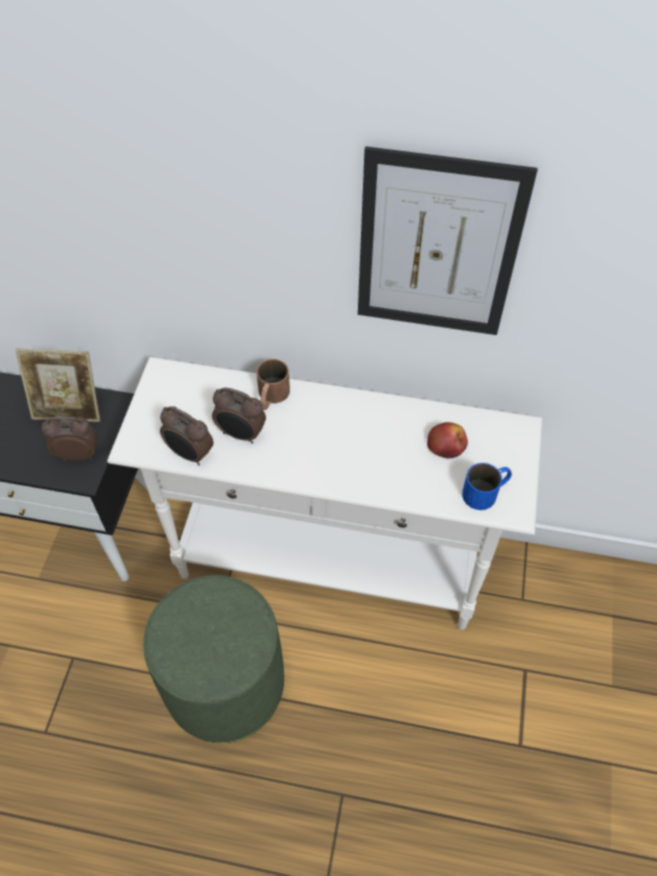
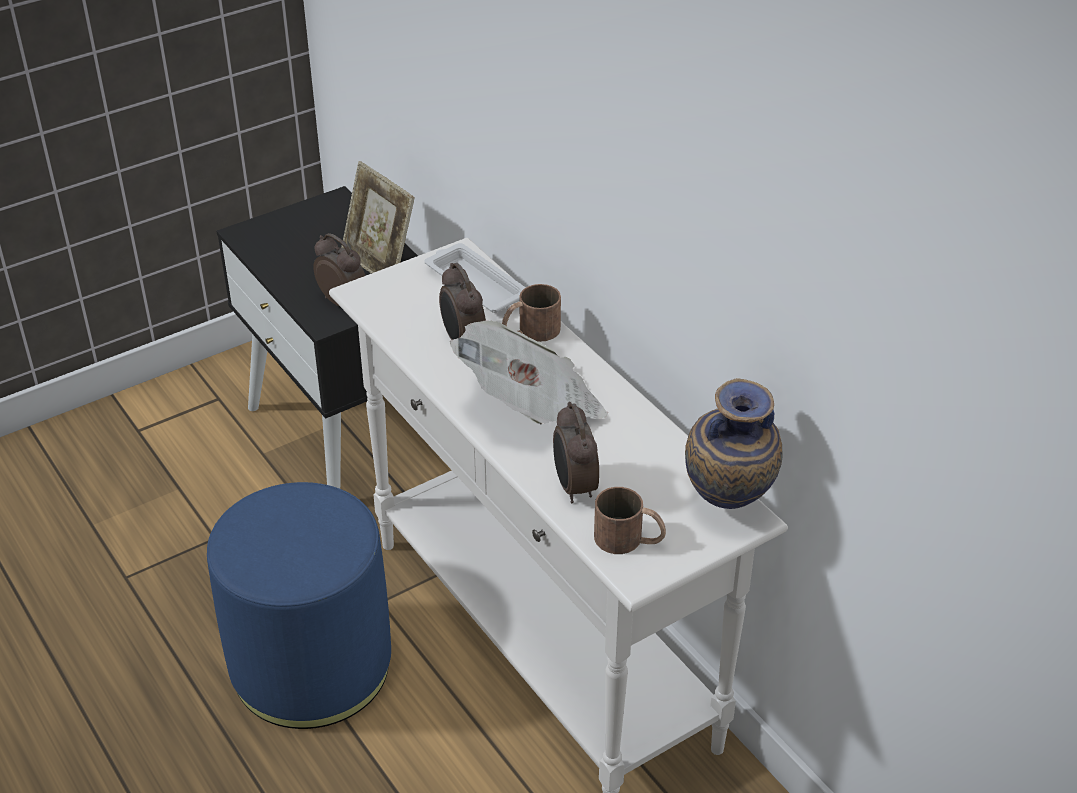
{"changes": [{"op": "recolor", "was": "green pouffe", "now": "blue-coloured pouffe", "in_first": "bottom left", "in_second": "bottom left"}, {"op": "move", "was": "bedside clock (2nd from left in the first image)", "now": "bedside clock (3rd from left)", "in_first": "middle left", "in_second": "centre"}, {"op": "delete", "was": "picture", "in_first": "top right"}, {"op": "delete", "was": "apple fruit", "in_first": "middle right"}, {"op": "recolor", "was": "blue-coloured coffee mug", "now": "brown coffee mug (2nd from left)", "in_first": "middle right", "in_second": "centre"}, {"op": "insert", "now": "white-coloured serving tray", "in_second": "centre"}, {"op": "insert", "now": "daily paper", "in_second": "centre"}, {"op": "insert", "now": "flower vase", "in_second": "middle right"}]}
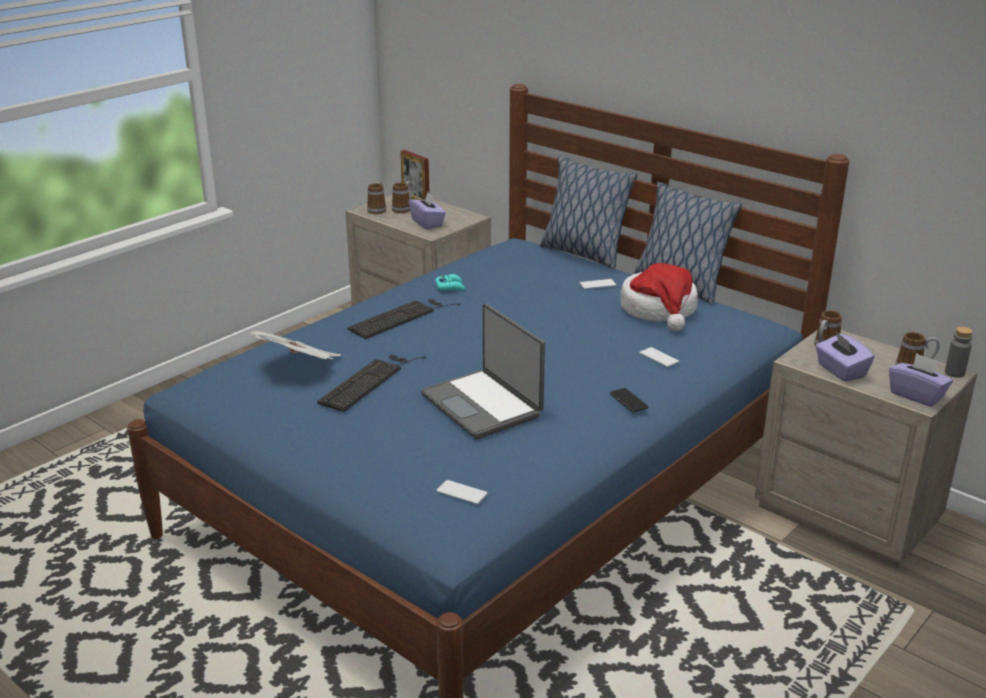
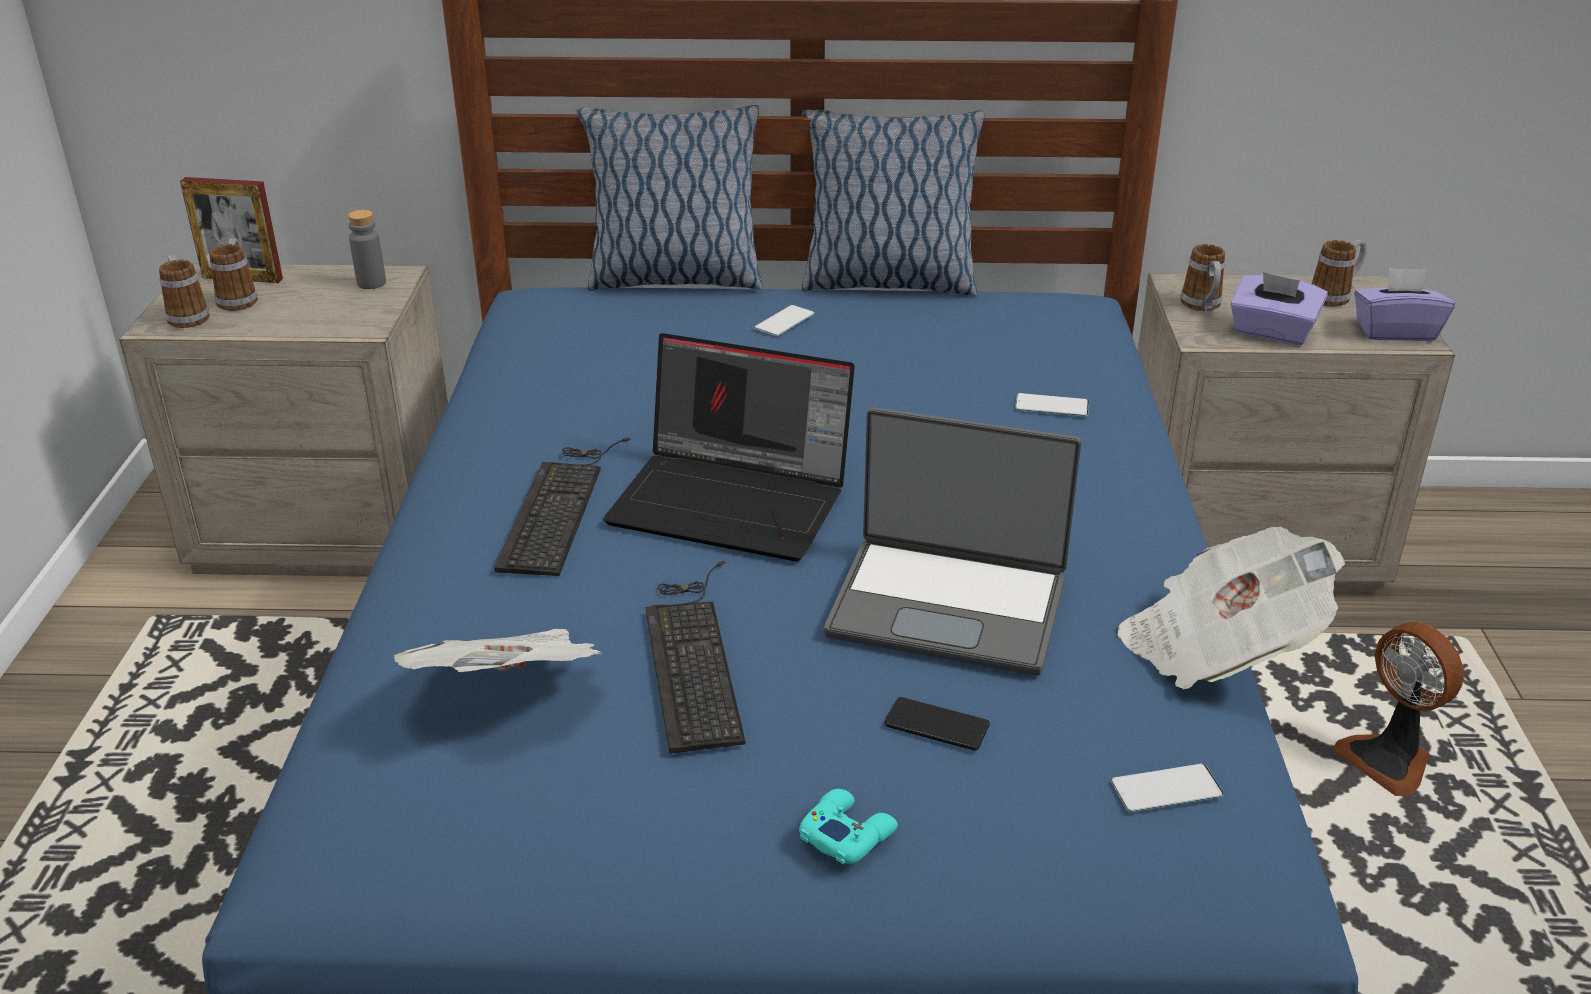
{"changes": [{"op": "delete", "was": "purple-coloured box of tissues (1st from left)", "in_first": "top centre"}, {"op": "move", "was": "turquoise joypad", "in_first": "centre", "in_second": "bottom centre"}, {"op": "move", "was": "handset (3rd from left in the first image)", "now": "handset (2nd from left)", "in_first": "centre", "in_second": "bottom centre"}, {"op": "delete", "was": "wearable hat", "in_first": "middle right"}, {"op": "move", "was": "gray bottle", "in_first": "middle right", "in_second": "top left"}, {"op": "insert", "now": "laptop (1st from left)", "in_second": "centre"}, {"op": "insert", "now": "daily paper (2nd from left)", "in_second": "middle right"}, {"op": "insert", "now": "fan", "in_second": "bottom right"}]}
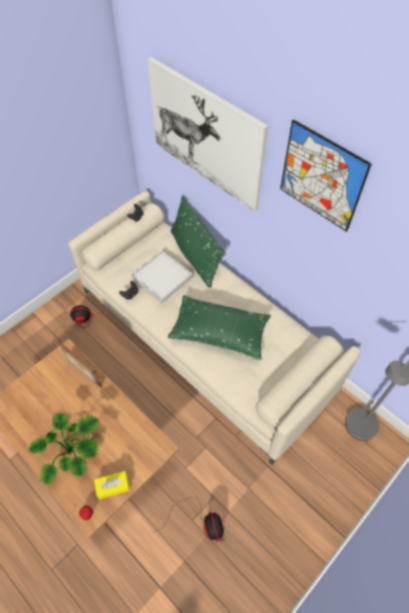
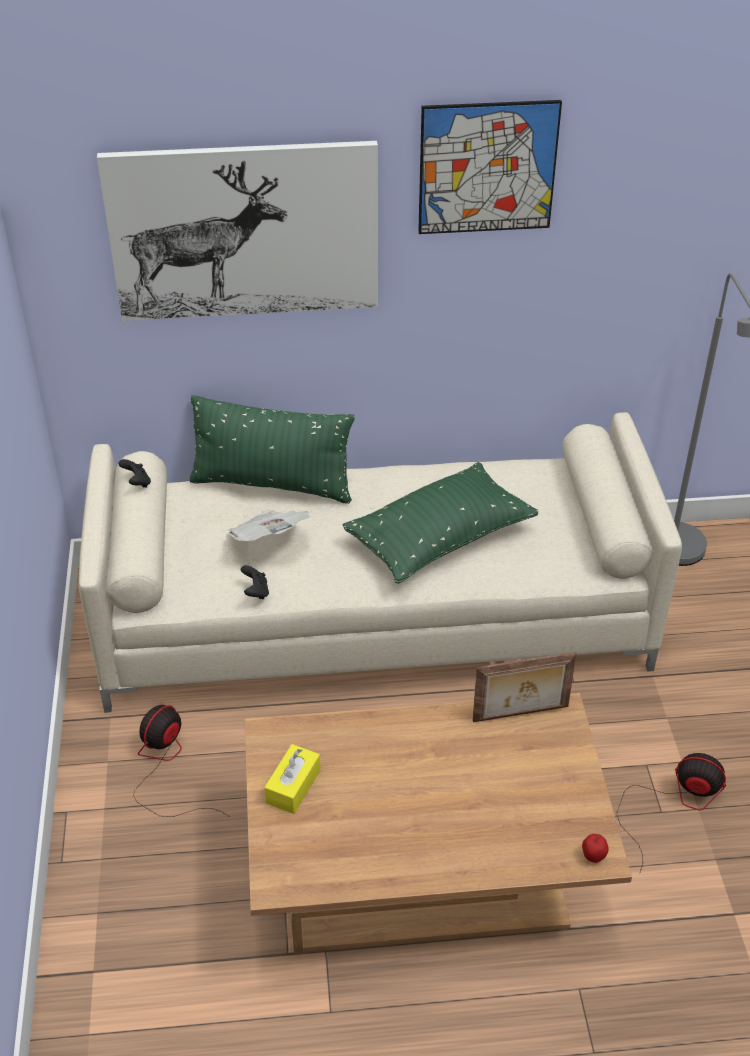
{"changes": [{"op": "delete", "was": "potted plant", "in_first": "bottom left"}, {"op": "move", "was": "standing frame", "in_first": "middle left", "in_second": "middle right"}, {"op": "move", "was": "yellowish box of tissues", "in_first": "bottom left", "in_second": "bottom centre"}, {"op": "replace", "was": "white-coloured serving tray", "now": "daily paper", "in_first": "centre", "in_second": "centre"}]}
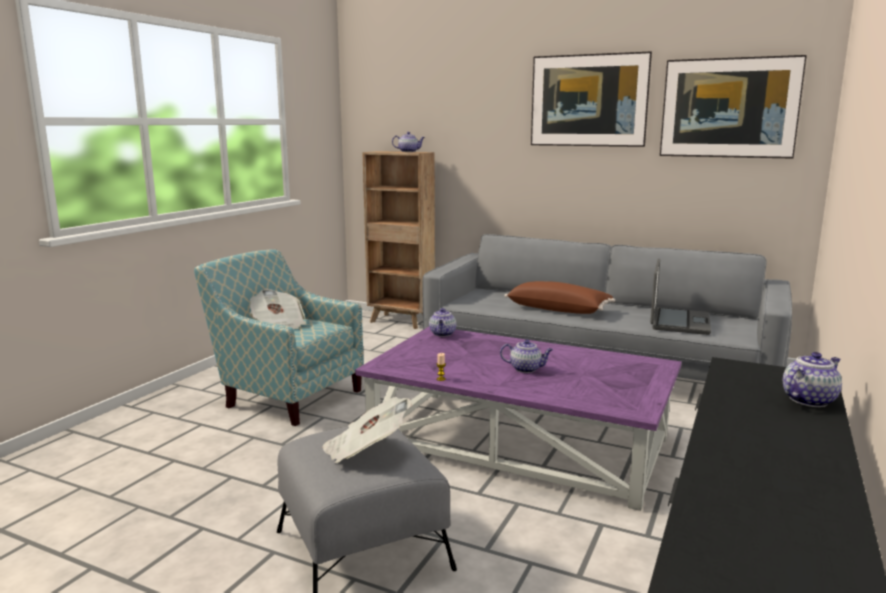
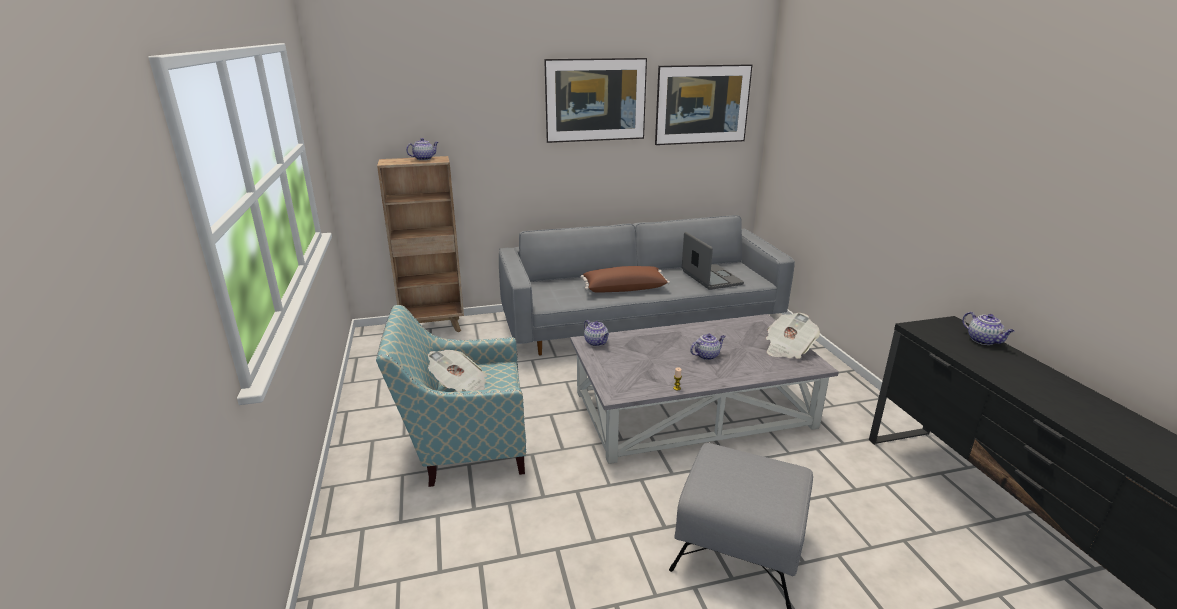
{"changes": [{"op": "move", "was": "daily paper (2nd from left)", "in_first": "bottom centre", "in_second": "middle right"}, {"op": "recolor", "was": "purple-coloured low table", "now": "gray low table", "in_first": "bottom centre", "in_second": "centre"}, {"op": "rotate", "was": "teapot (4th from left)", "in_first": "middle right", "in_second": "middle right", "clockwise": 135}]}
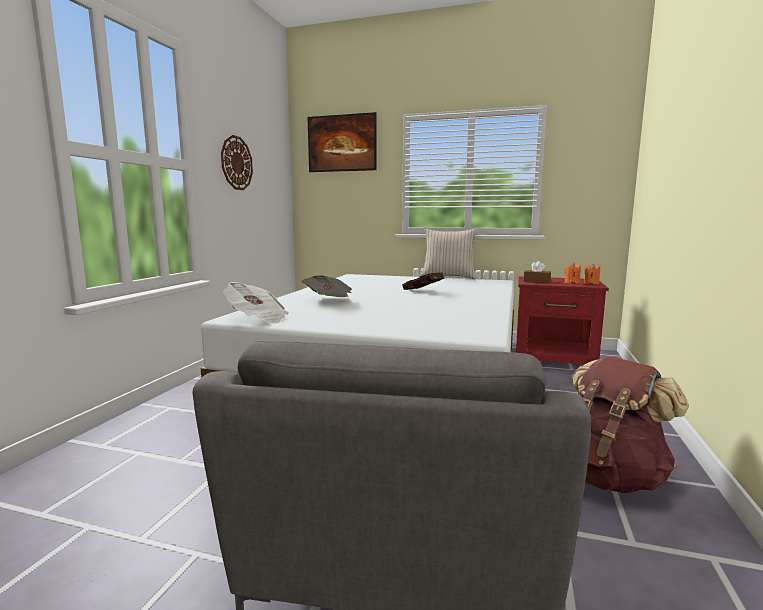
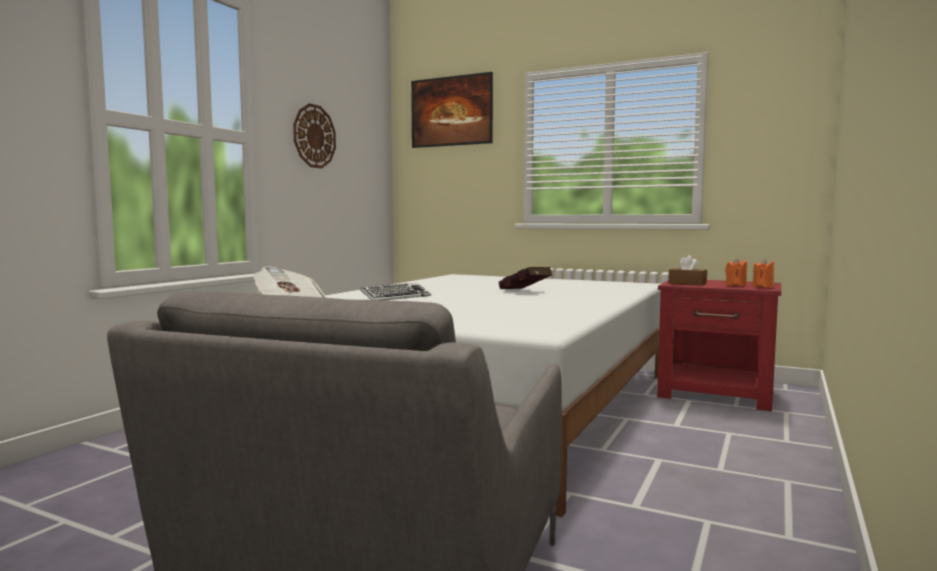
{"changes": [{"op": "replace", "was": "daily paper (2nd from left)", "now": "keyboard", "in_first": "centre", "in_second": "centre"}, {"op": "delete", "was": "sand-coloured pillow", "in_first": "centre"}, {"op": "delete", "was": "brown rucksack", "in_first": "bottom right"}]}
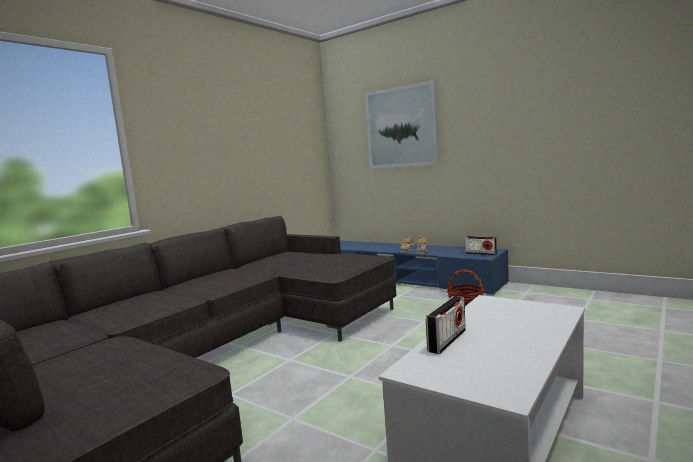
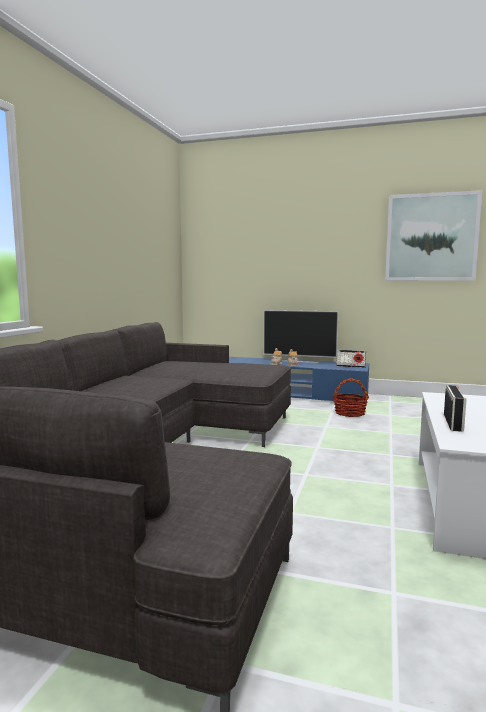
{"changes": [{"op": "move", "was": "picture", "in_first": "top centre", "in_second": "top right"}, {"op": "insert", "now": "television", "in_second": "centre"}]}
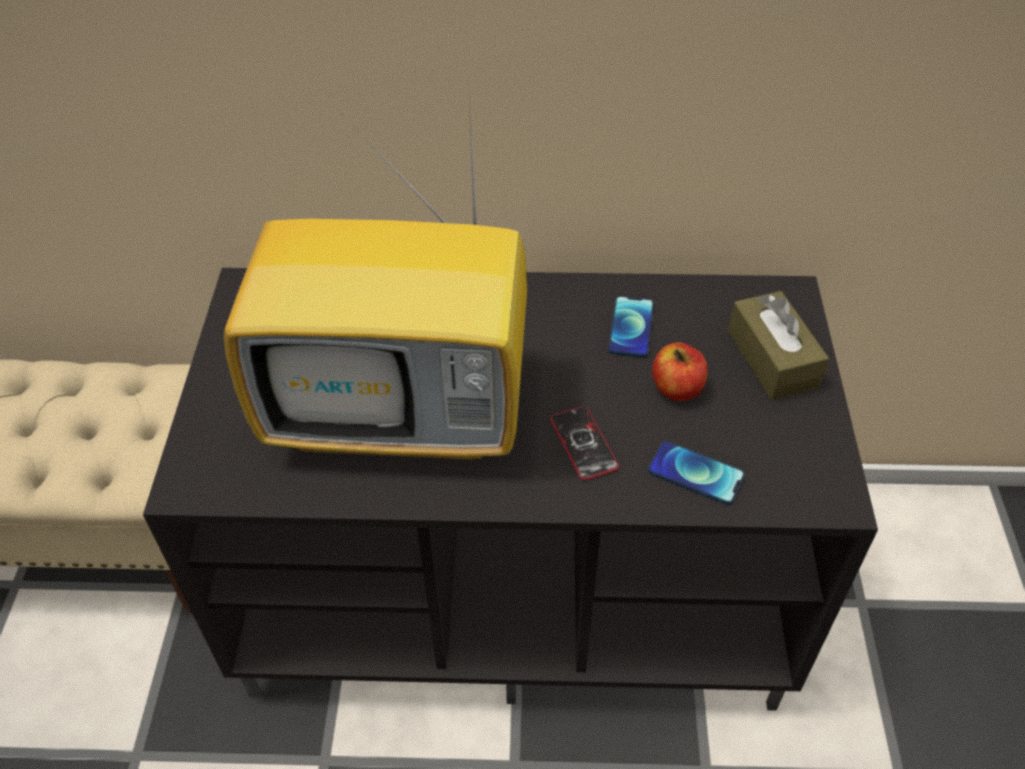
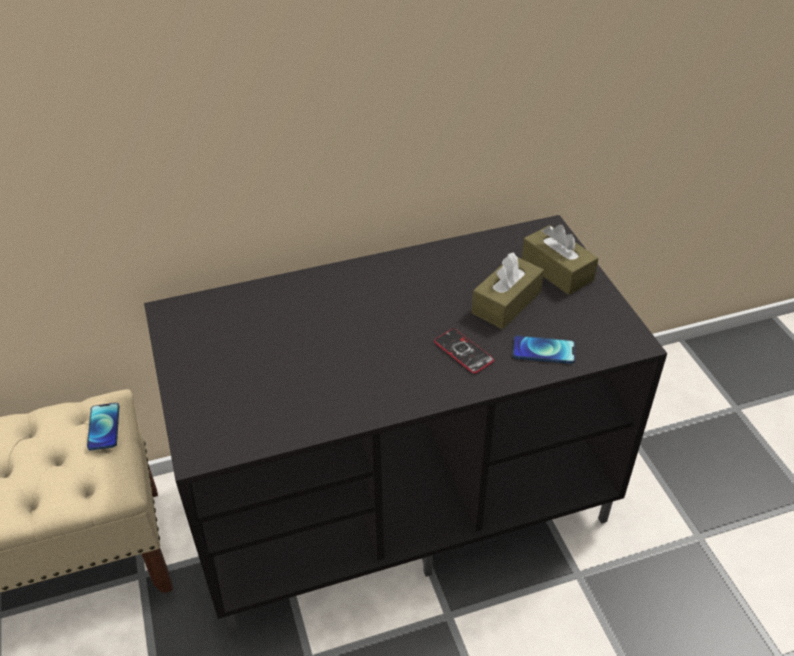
{"changes": [{"op": "delete", "was": "television", "in_first": "centre"}, {"op": "move", "was": "handset (2nd from left in the first image)", "now": "handset (1st from left)", "in_first": "centre", "in_second": "middle left"}, {"op": "replace", "was": "apple fruit", "now": "brown box of tissues (1st from left)", "in_first": "centre", "in_second": "centre"}]}
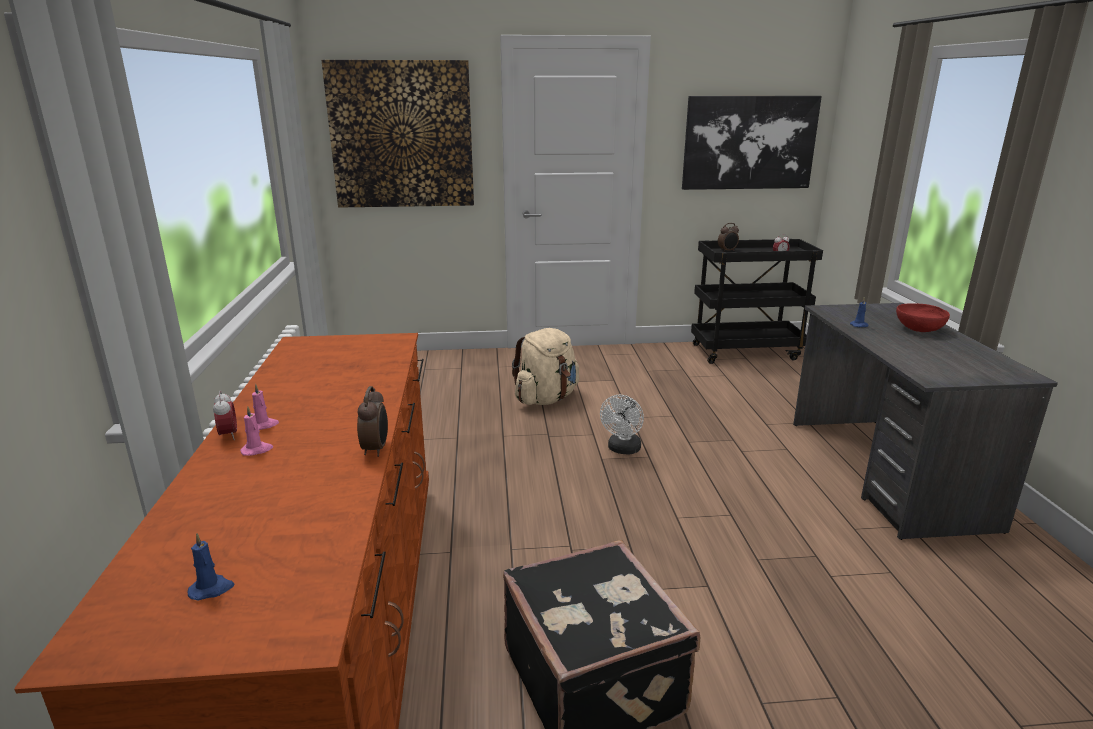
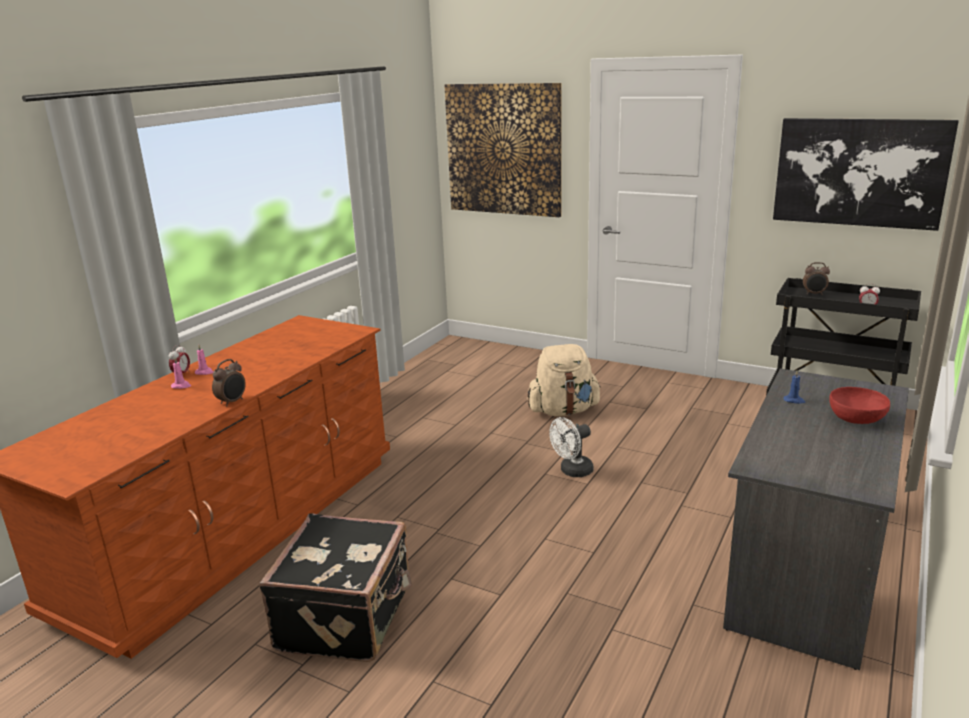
{"changes": [{"op": "delete", "was": "blue-coloured wax light (1st from left)", "in_first": "bottom left"}]}
